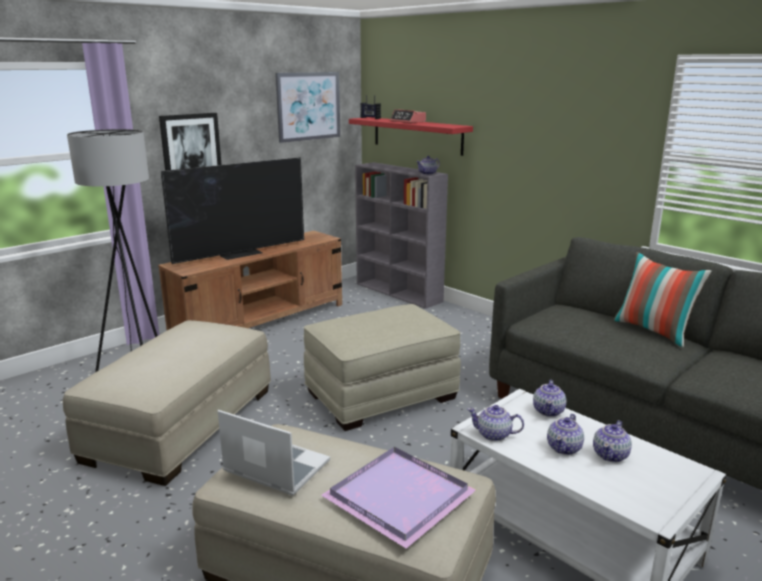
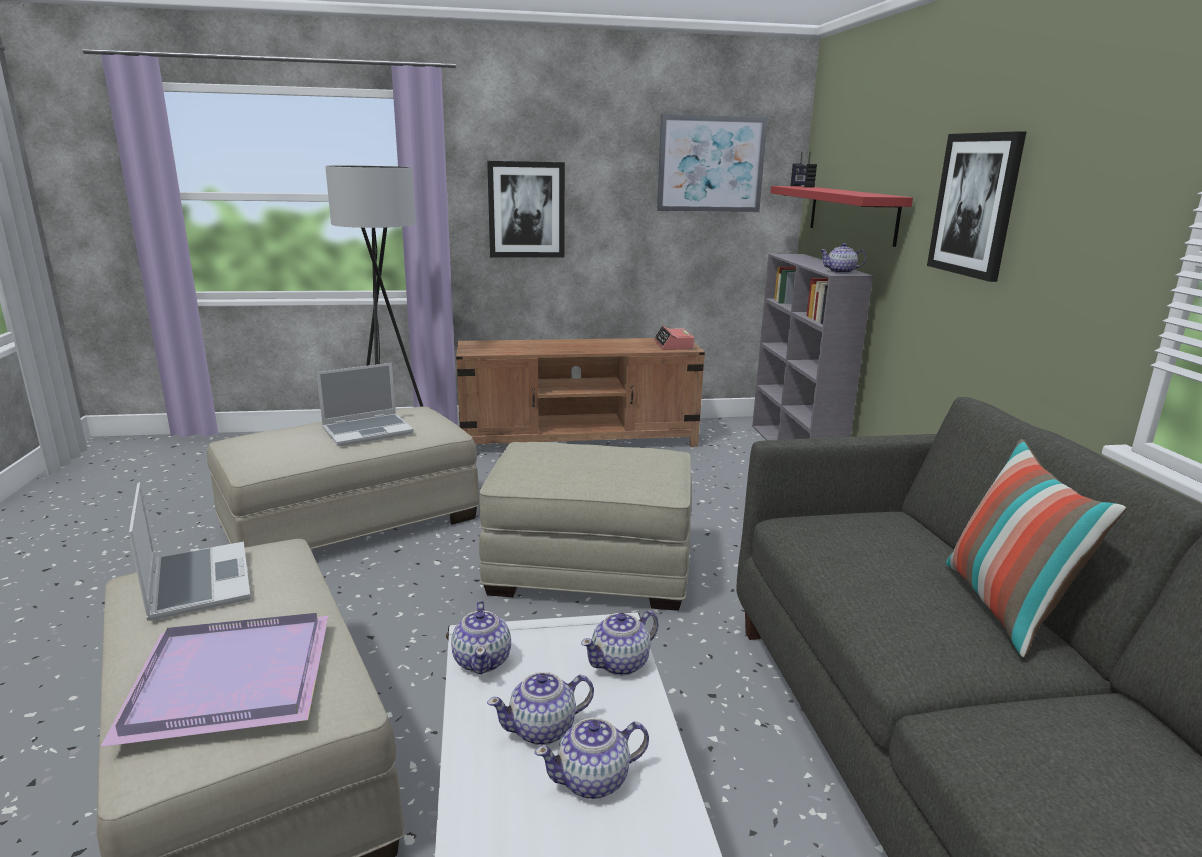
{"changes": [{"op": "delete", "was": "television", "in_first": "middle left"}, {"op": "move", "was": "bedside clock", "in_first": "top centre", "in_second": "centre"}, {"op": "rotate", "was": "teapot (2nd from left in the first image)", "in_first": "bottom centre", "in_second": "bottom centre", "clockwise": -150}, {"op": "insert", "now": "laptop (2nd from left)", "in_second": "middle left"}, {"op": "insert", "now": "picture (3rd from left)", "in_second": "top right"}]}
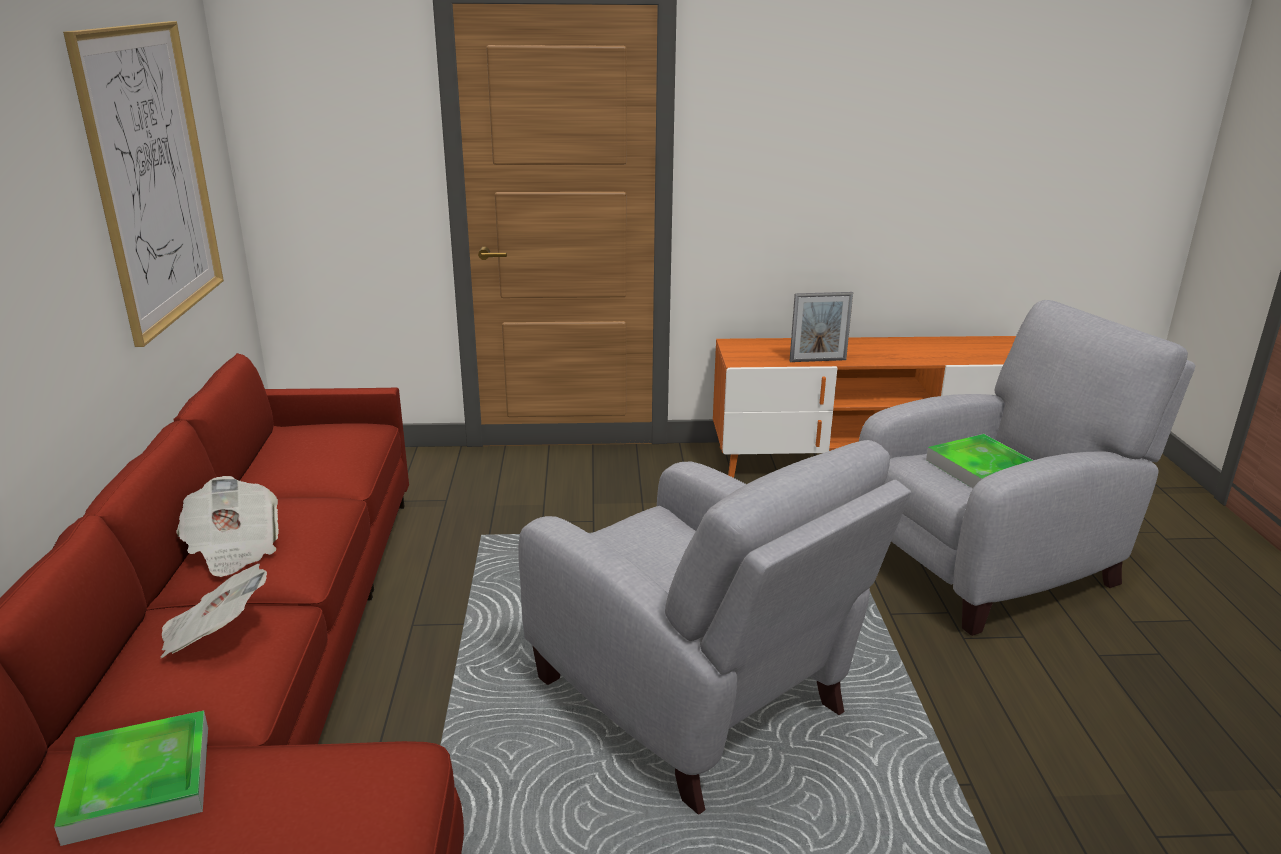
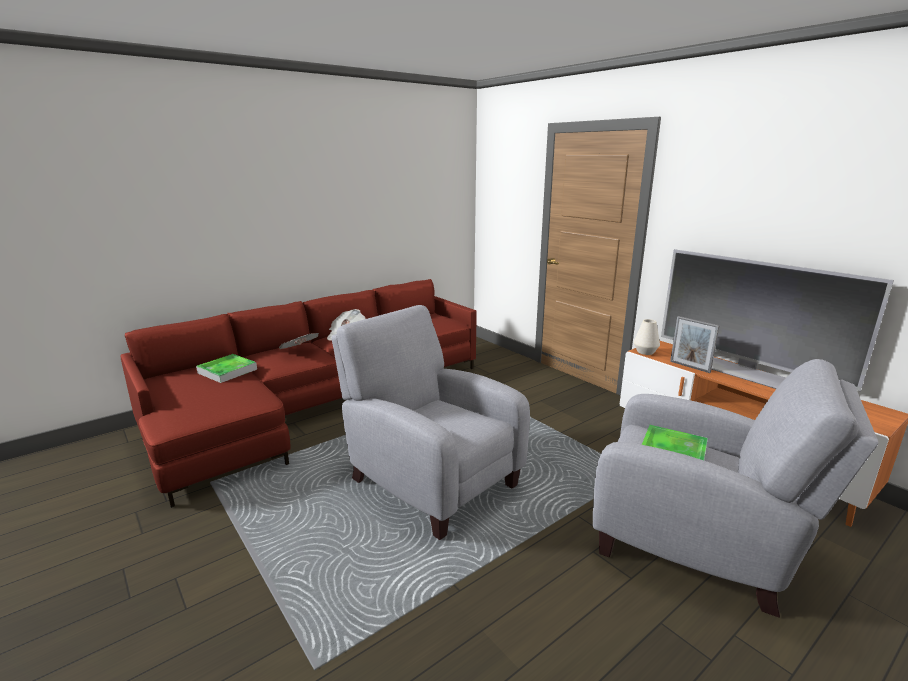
{"changes": [{"op": "delete", "was": "picture", "in_first": "top left"}, {"op": "rotate", "was": "gray lounge chair (1st from left)", "in_first": "bottom centre", "in_second": "centre", "clockwise": 120}, {"op": "insert", "now": "white-coloured flower vase", "in_second": "middle right"}, {"op": "insert", "now": "television", "in_second": "middle right"}]}
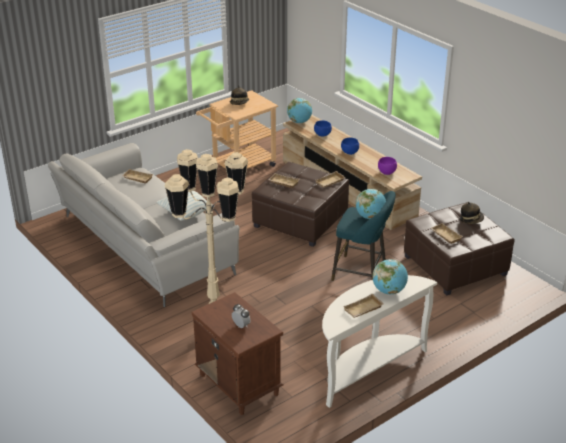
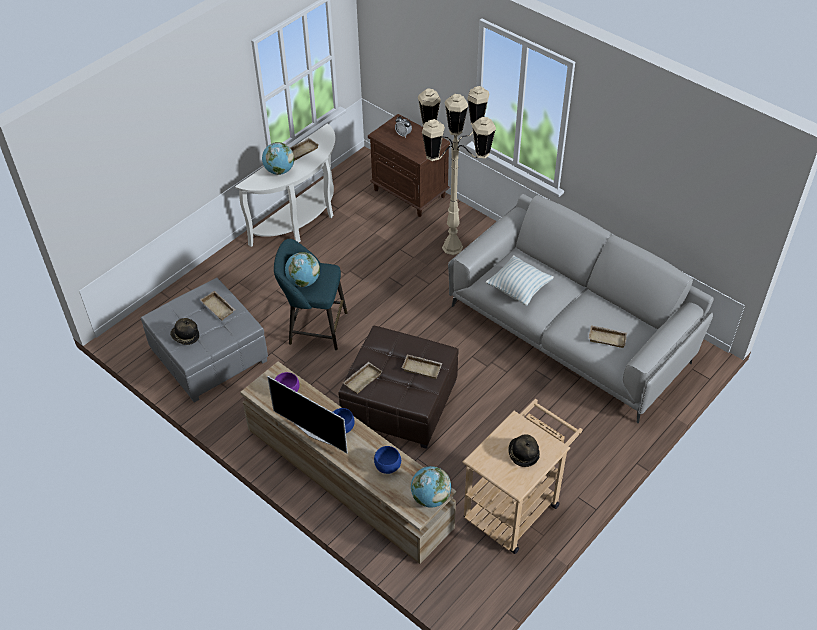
{"changes": [{"op": "recolor", "was": "brown pouffe (2nd from left)", "now": "gray pouffe", "in_first": "middle right", "in_second": "middle left"}, {"op": "insert", "now": "television", "in_second": "centre"}]}
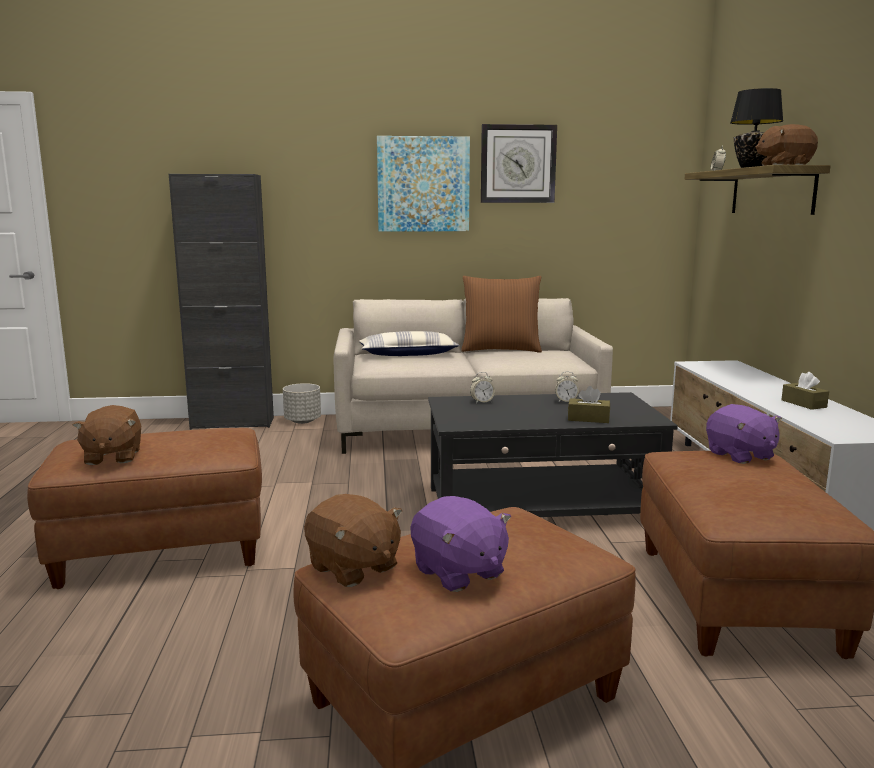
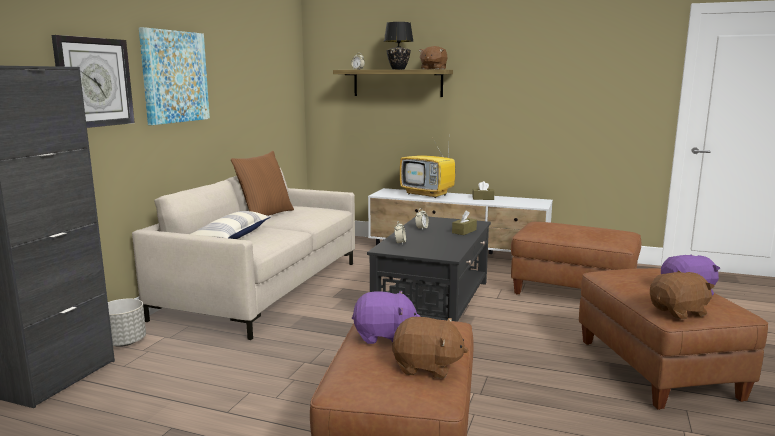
{"changes": [{"op": "move", "was": "hanging clock", "in_first": "top centre", "in_second": "top left"}, {"op": "move", "was": "purple-coloured cuddly toy (2nd from left in the first image)", "now": "purple-coloured cuddly toy (1st from left)", "in_first": "middle right", "in_second": "bottom centre"}, {"op": "insert", "now": "television", "in_second": "centre"}]}
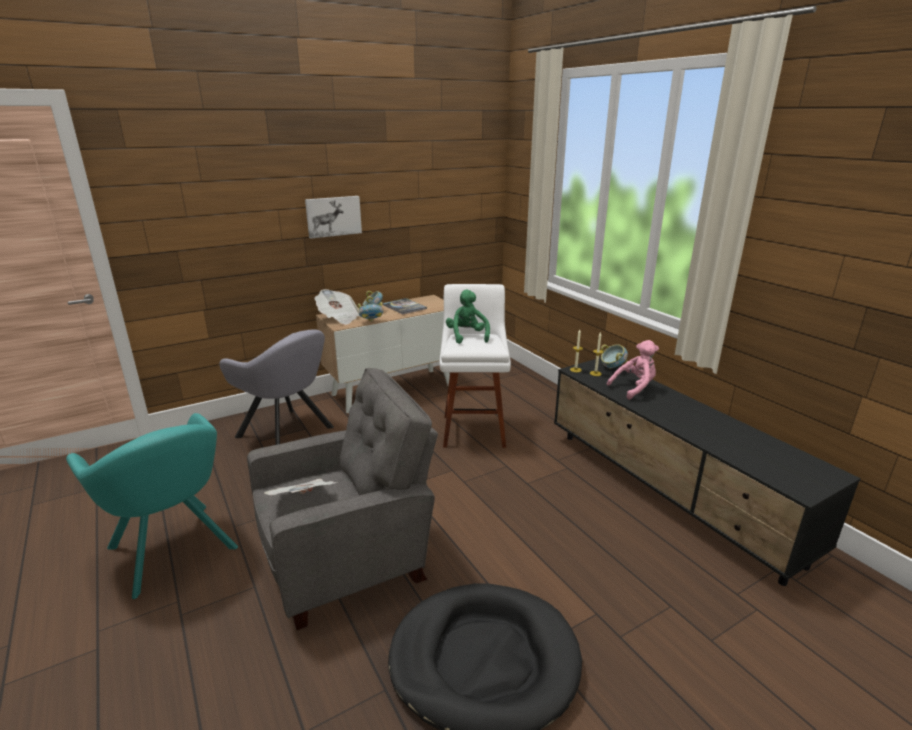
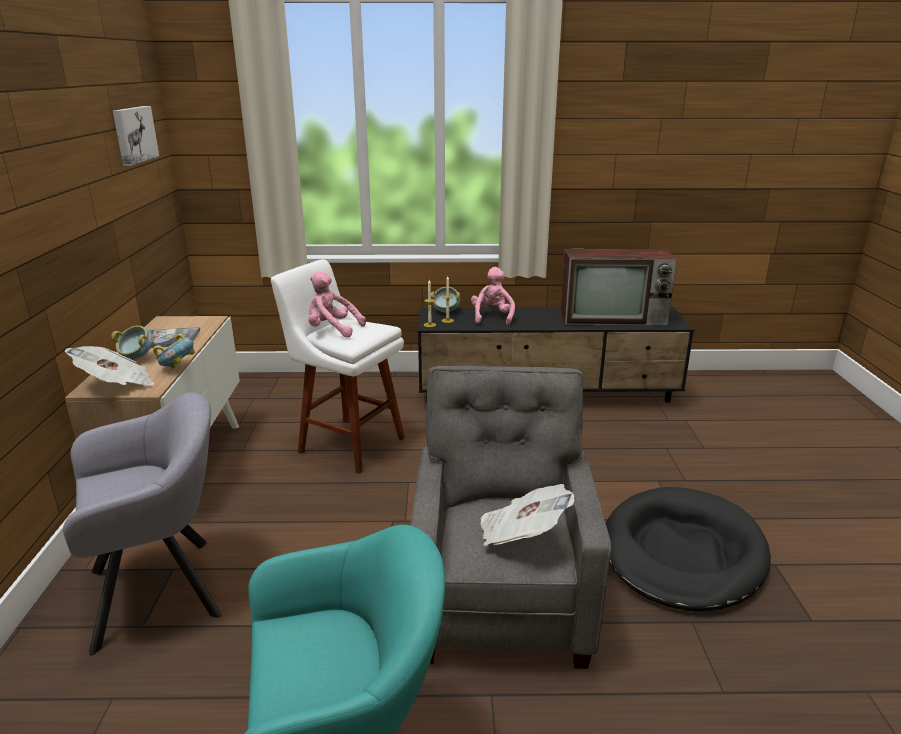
{"changes": [{"op": "move", "was": "picture", "in_first": "top centre", "in_second": "top left"}, {"op": "recolor", "was": "green cuddly toy", "now": "pink cuddly toy (1st from left)", "in_first": "centre", "in_second": "centre"}, {"op": "insert", "now": "television", "in_second": "middle right"}]}
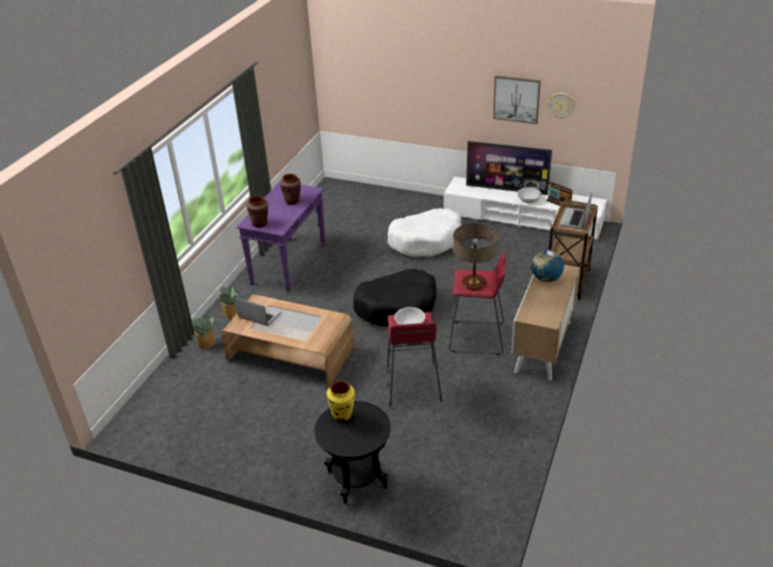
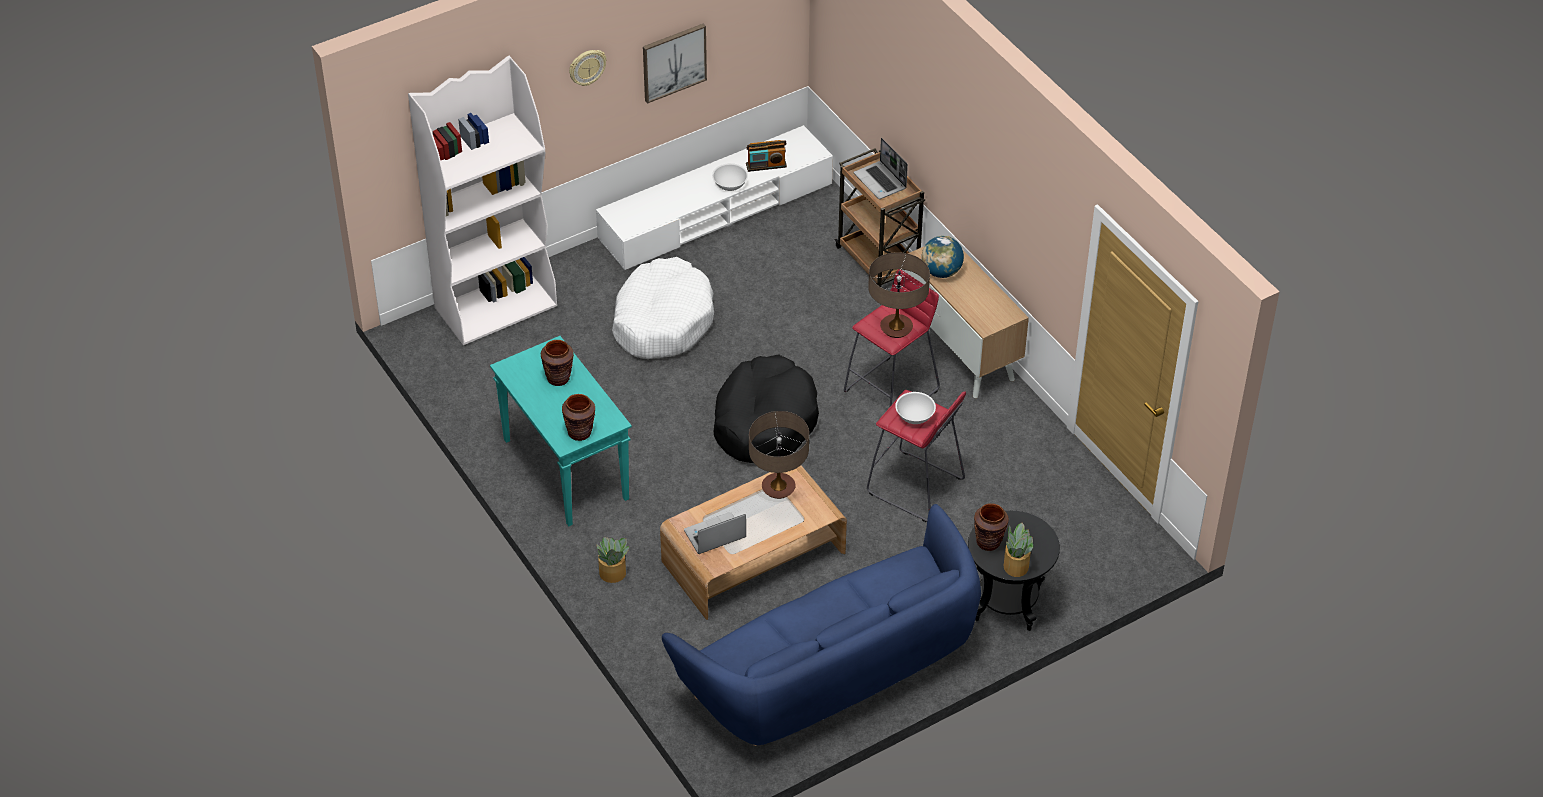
{"changes": [{"op": "move", "was": "potted plant (1st from left in the first image)", "now": "potted plant (2nd from left)", "in_first": "middle left", "in_second": "bottom centre"}, {"op": "recolor", "was": "purple-coloured console table", "now": "turquoise console table", "in_first": "centre", "in_second": "centre"}, {"op": "recolor", "was": "yellowish flower vase", "now": "brown flower vase (3rd from left)", "in_first": "bottom centre", "in_second": "centre"}, {"op": "delete", "was": "television", "in_first": "top centre"}, {"op": "move", "was": "hanging clock", "in_first": "top right", "in_second": "top centre"}, {"op": "insert", "now": "white-coloured shelving unit", "in_second": "top left"}, {"op": "insert", "now": "blue-coloured settee", "in_second": "bottom centre"}, {"op": "insert", "now": "lamp for a table (1st from left)", "in_second": "centre"}]}
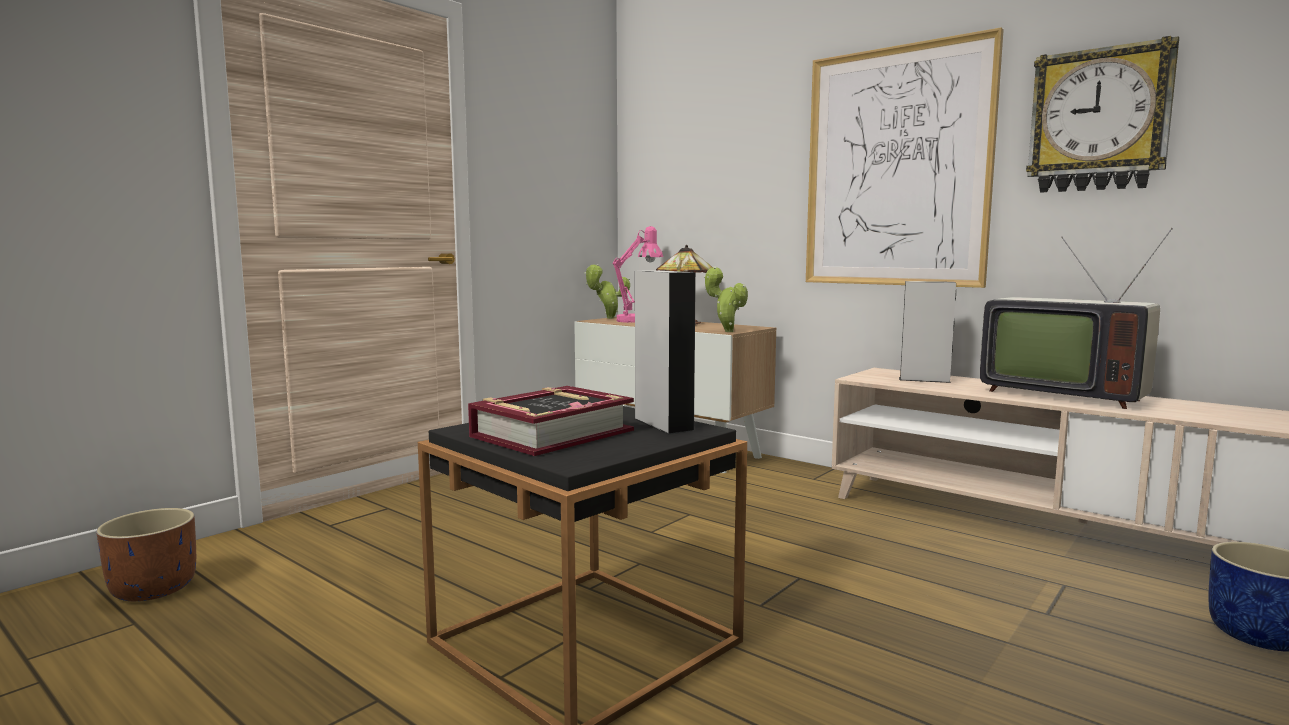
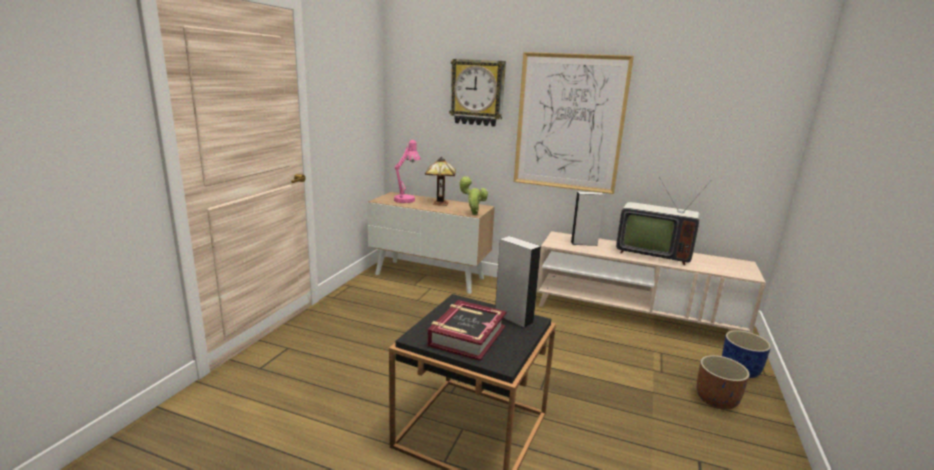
{"changes": [{"op": "move", "was": "brown plant pot", "in_first": "bottom left", "in_second": "bottom right"}, {"op": "delete", "was": "potted plant (1st from left)", "in_first": "centre"}, {"op": "move", "was": "hanging clock", "in_first": "top right", "in_second": "top centre"}]}
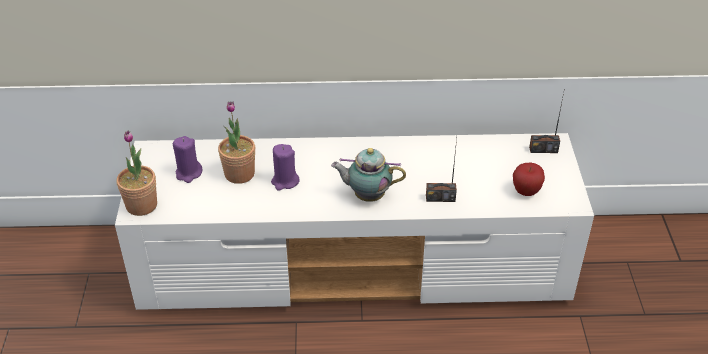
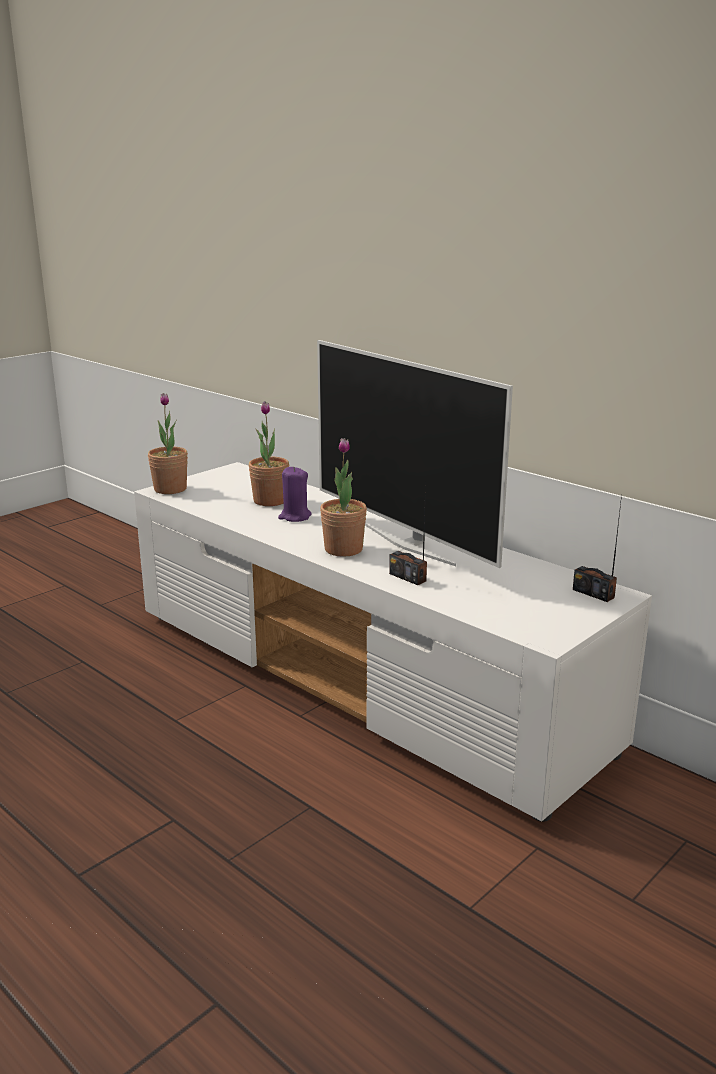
{"changes": [{"op": "delete", "was": "purple-coloured wax light (1st from left)", "in_first": "middle left"}, {"op": "replace", "was": "teapot", "now": "potted plant (3rd from left)", "in_first": "centre", "in_second": "centre"}, {"op": "delete", "was": "apple fruit", "in_first": "middle right"}, {"op": "insert", "now": "television", "in_second": "centre"}]}
